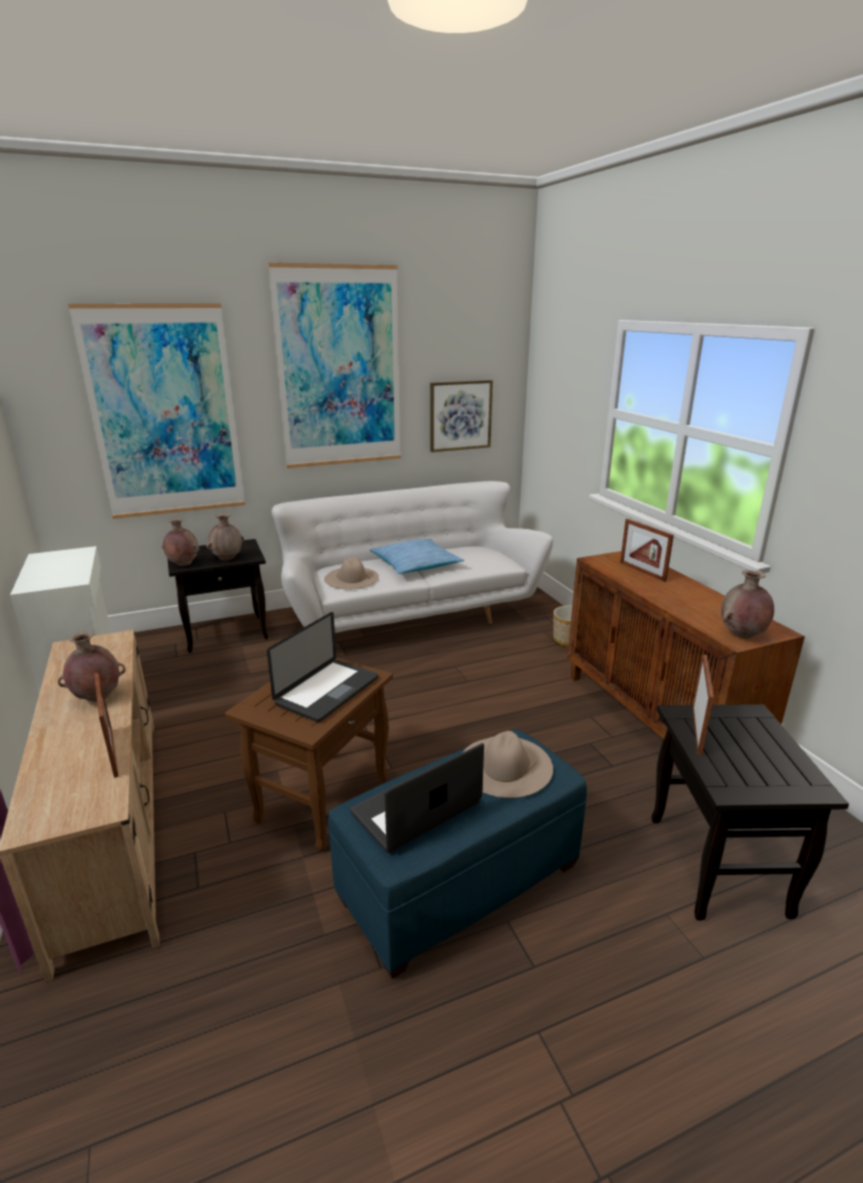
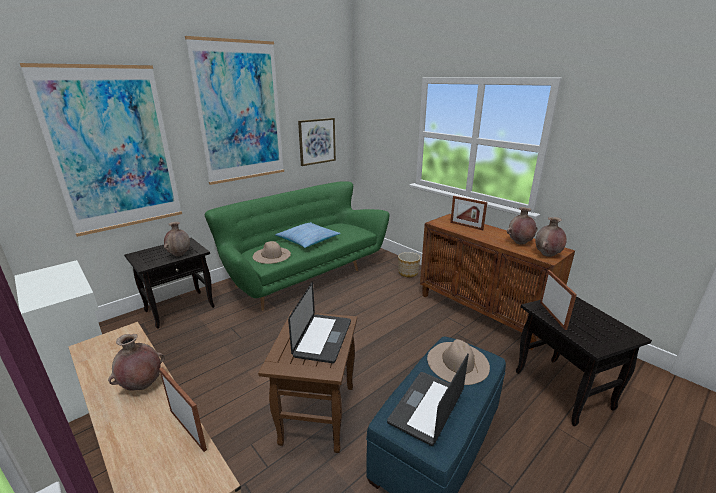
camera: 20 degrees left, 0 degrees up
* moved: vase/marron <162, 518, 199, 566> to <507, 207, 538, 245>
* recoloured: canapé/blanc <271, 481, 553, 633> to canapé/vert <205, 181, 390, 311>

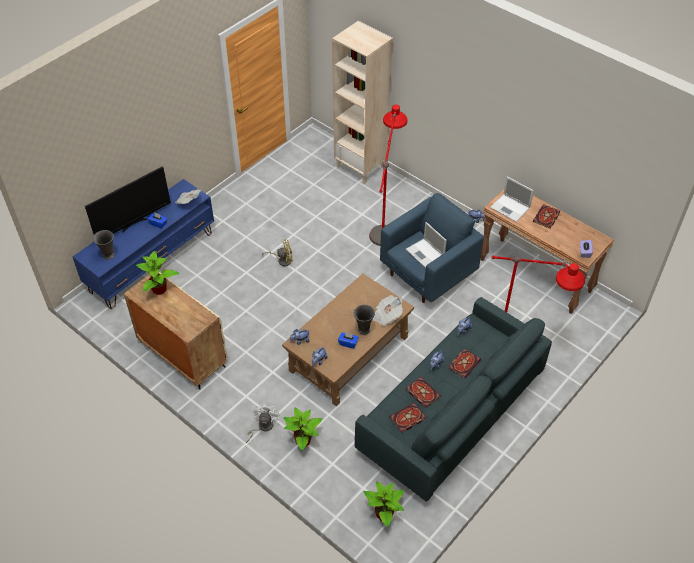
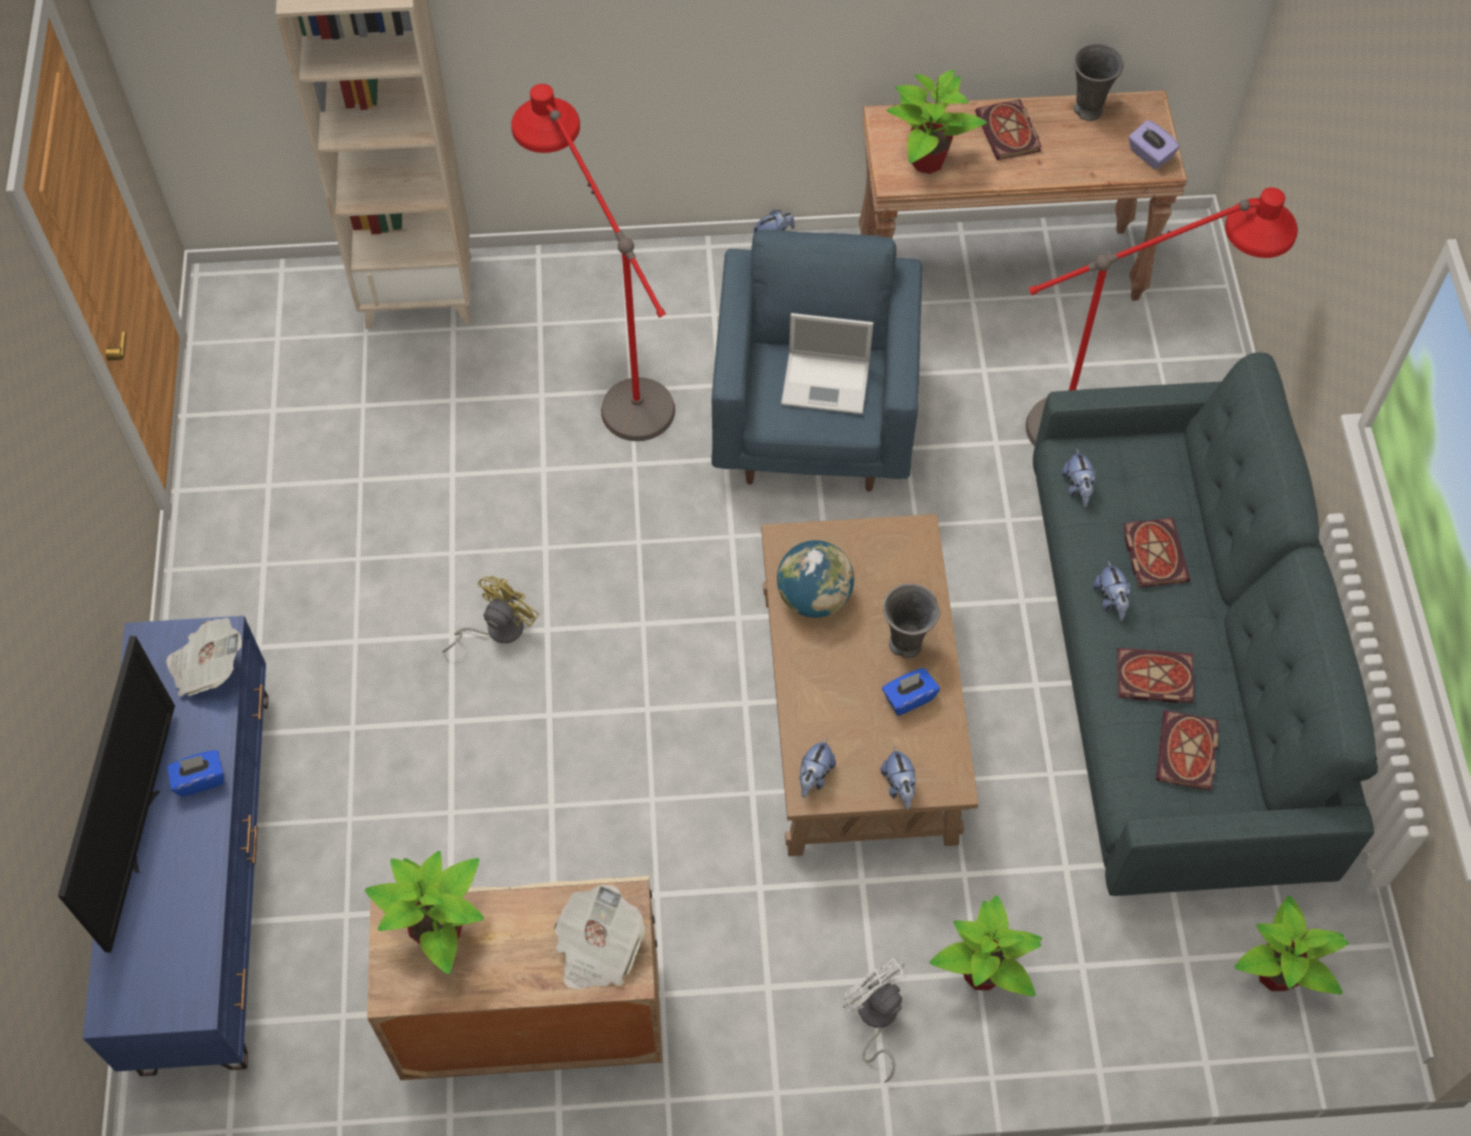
camera: 45 degrees left, 10 degrees up
* added: globe <777, 540, 854, 618>
* moved: vase/gris <93, 230, 115, 260> to <1073, 43, 1124, 121>
* moved: journal <373, 295, 403, 326> to <554, 884, 645, 989>
* replaced: ordinateur portable <490, 176, 534, 222> to plante en pot <886, 70, 987, 174>

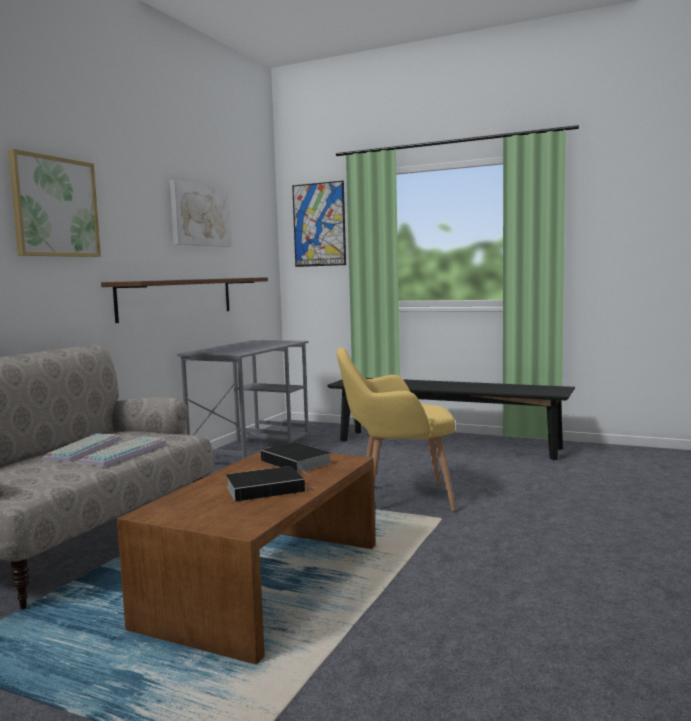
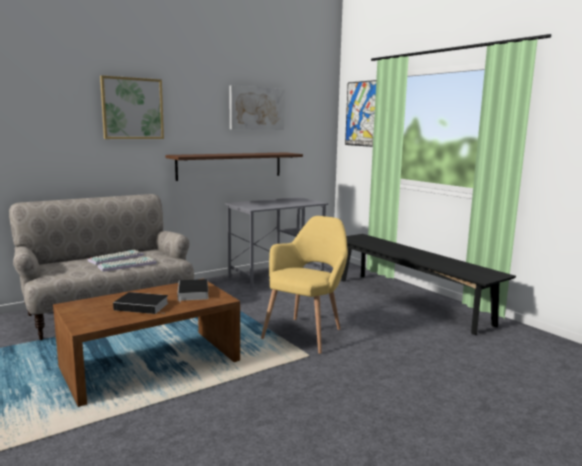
camera: 30 degrees right, 5 degrees up
* turned: fauteuil/jaune <337, 348, 456, 512> = <261, 216, 348, 354> 90 degrees clockwise

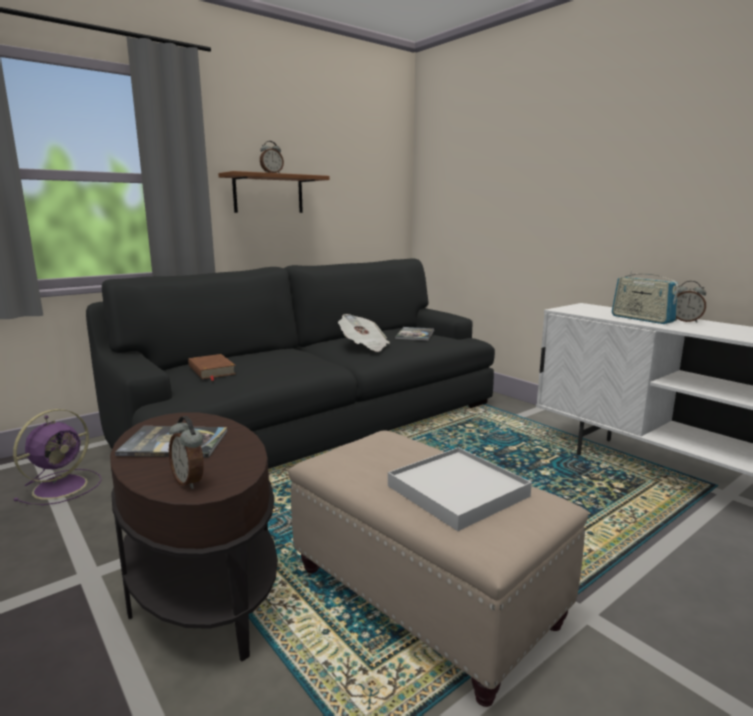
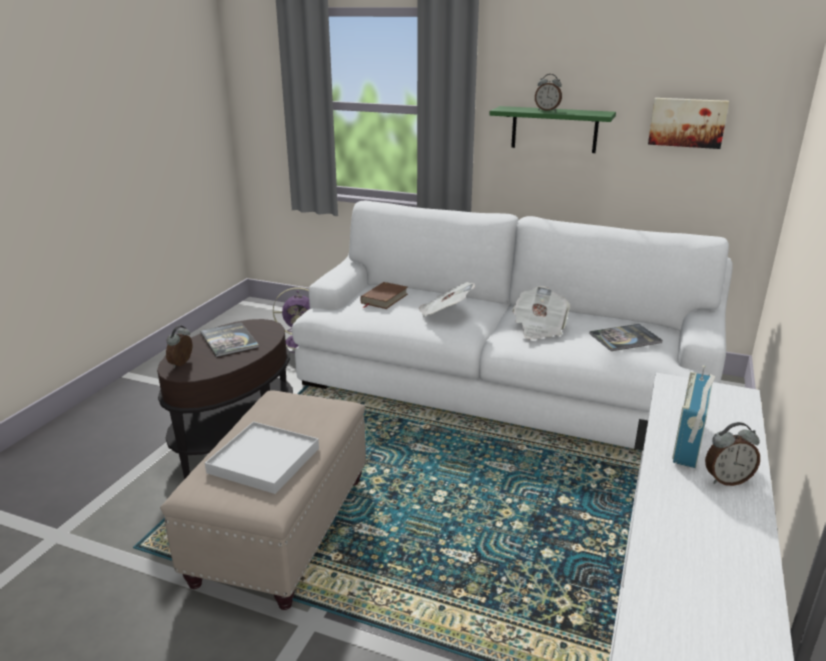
camera: 60 degrees right, 10 degrees up
* added: journal <419, 282, 475, 317>
* added: tableau <648, 98, 729, 149>
* recoloured: canapé/noir <86, 259, 495, 469> to canapé/blanc <292, 201, 733, 449>
* recoloured: étagère/marron <218, 171, 330, 213> to étagère/vert <489, 106, 616, 153>
* turned: réveil <675, 281, 706, 323> = <705, 422, 760, 486> 90 degrees counterclockwise

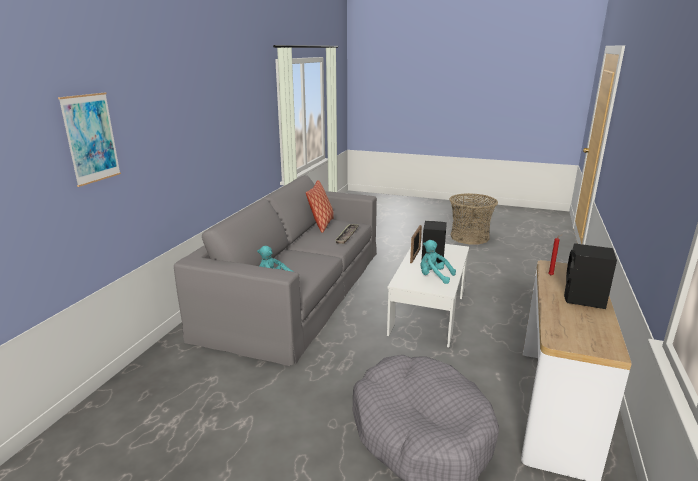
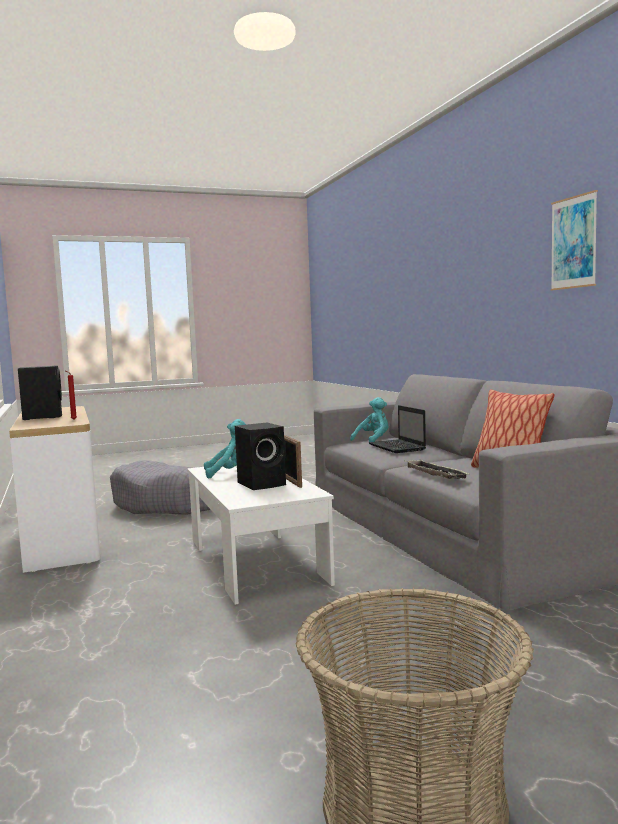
camera: 140 degrees right, 15 degrees down
* added: ordinateur portable <369, 405, 426, 453>
* moved: tableau <58, 93, 121, 187> to <551, 190, 598, 291>

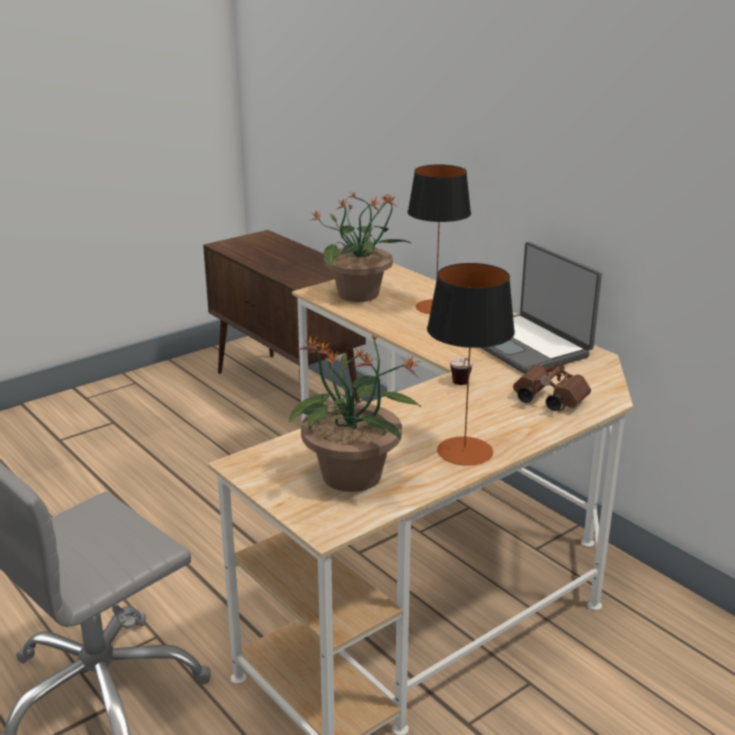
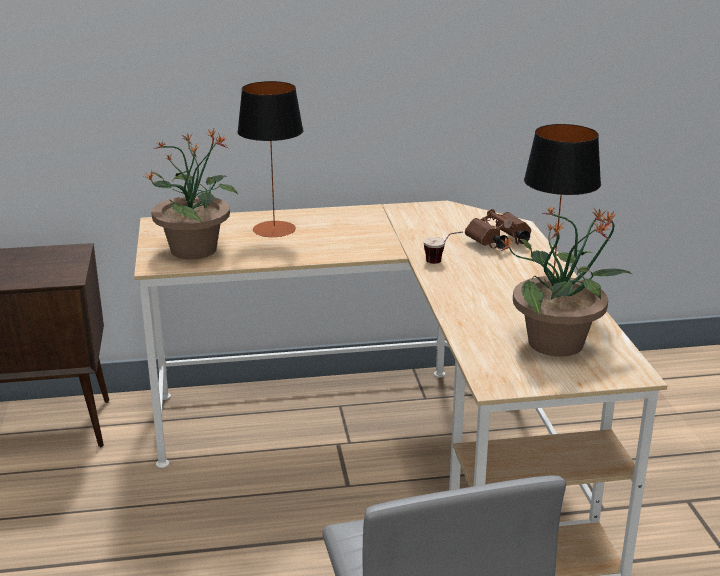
camera: 60 degrees left, 0 degrees up
* removed: ordinateur portable <482, 242, 602, 374>

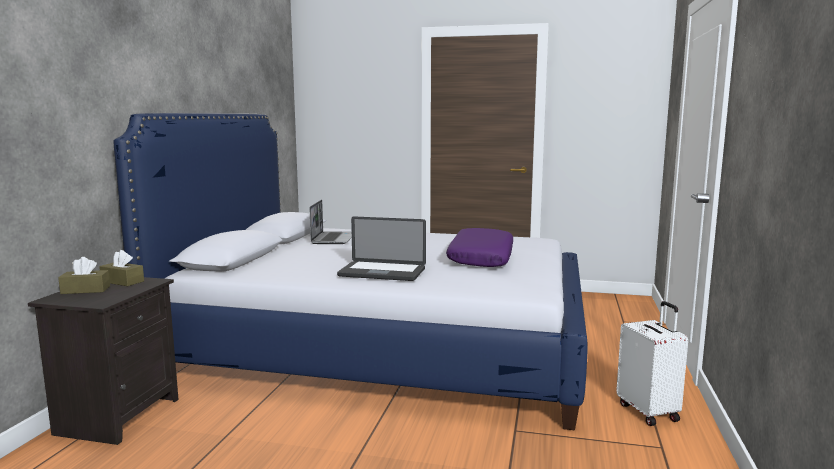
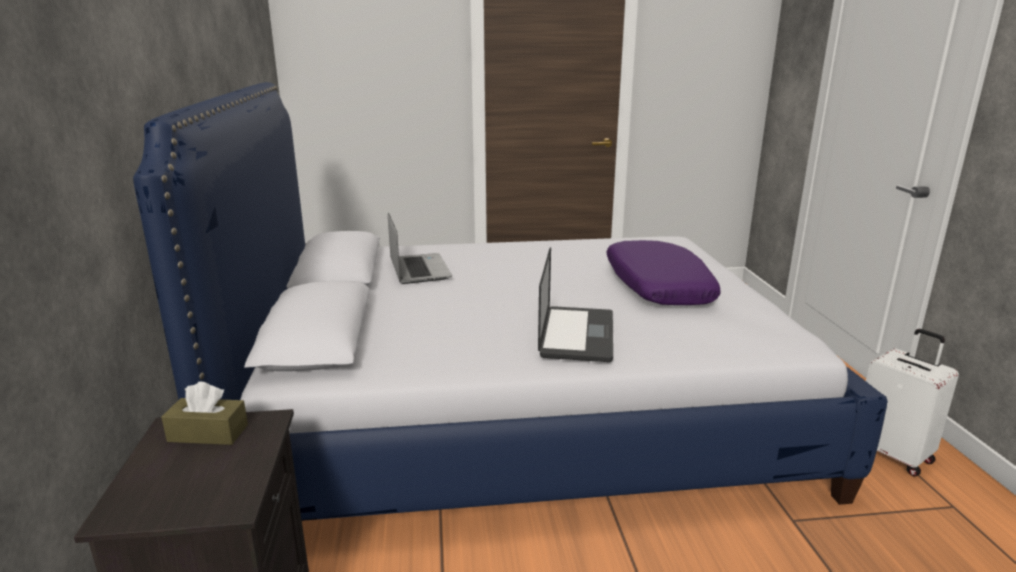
camera: 20 degrees left, 10 degrees up
* removed: boîte à mouchoirs/marron <58, 257, 110, 294>
* turned: ordinateur portable <337, 216, 426, 281> = <538, 247, 613, 362> 75 degrees counterclockwise

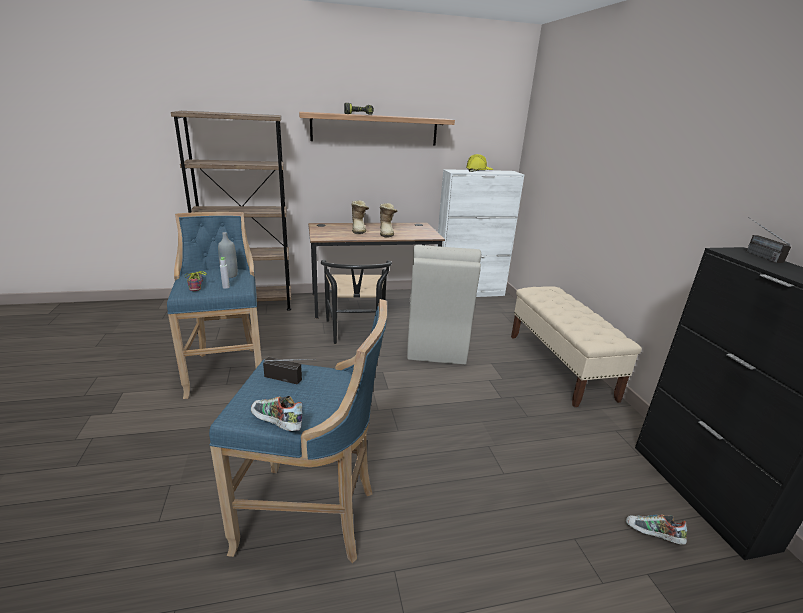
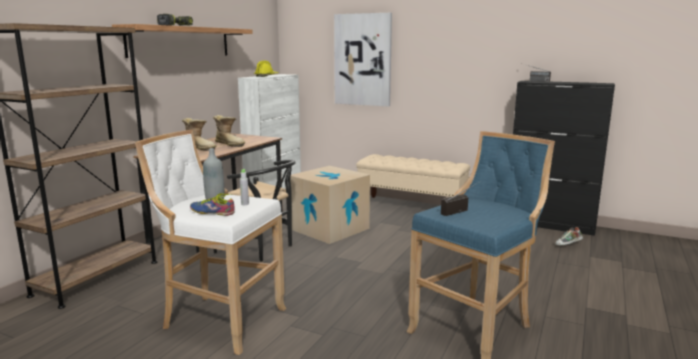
camera: 50 degrees left, 10 degrees down
* removed: chaussure <251, 396, 303, 431>
* added: tableau <334, 13, 392, 106>
* replaced: chaise/beige <407, 245, 482, 365> to carton <290, 166, 370, 244>
* recoloured: tabouret/bleu <167, 212, 262, 399> to tabouret/blanc <135, 130, 286, 355>

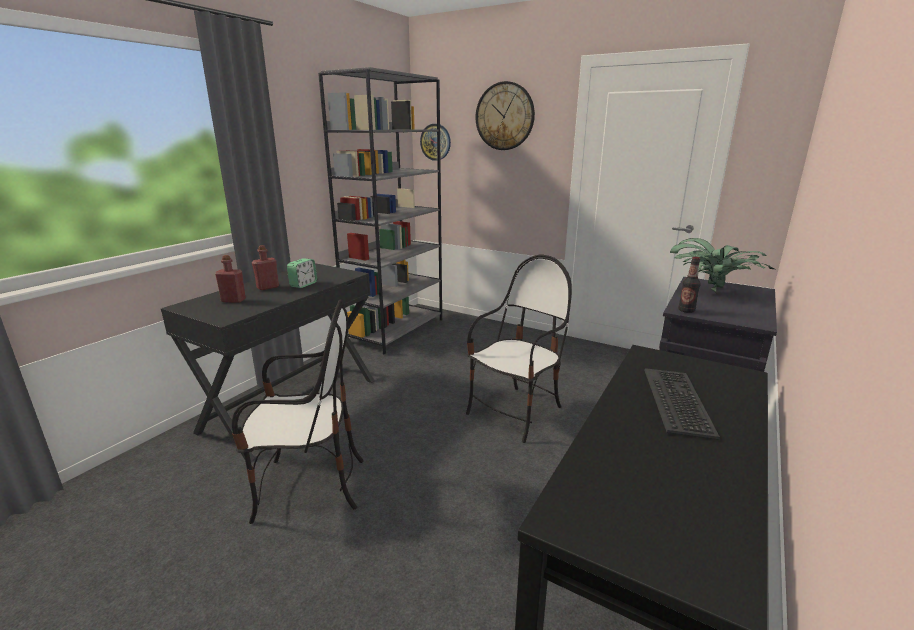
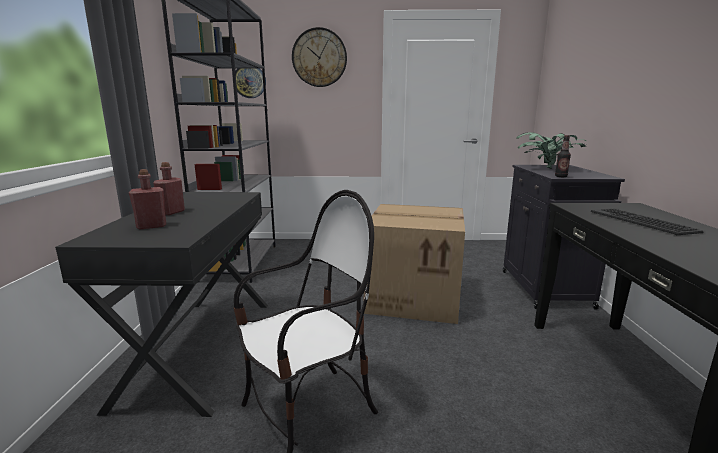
camera: 30 degrees left, 5 degrees down
* removed: réveil <287, 258, 317, 288>
* replaced: chaise <466, 255, 572, 443> to carton <364, 204, 465, 324>

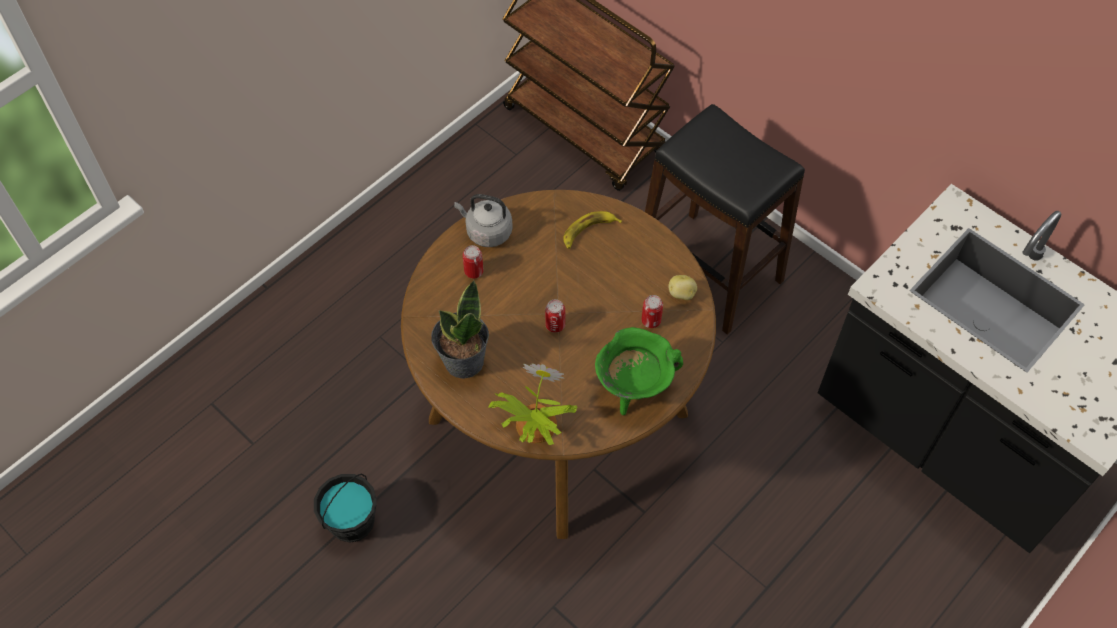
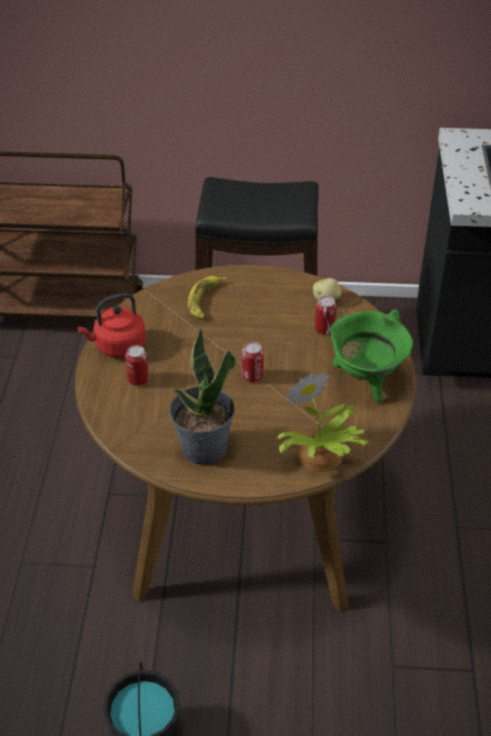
camera: 40 degrees left, 15 degrees down
* recoloured: bouilloire/gris <454, 194, 513, 247> to bouilloire/rouge <77, 293, 146, 357>

